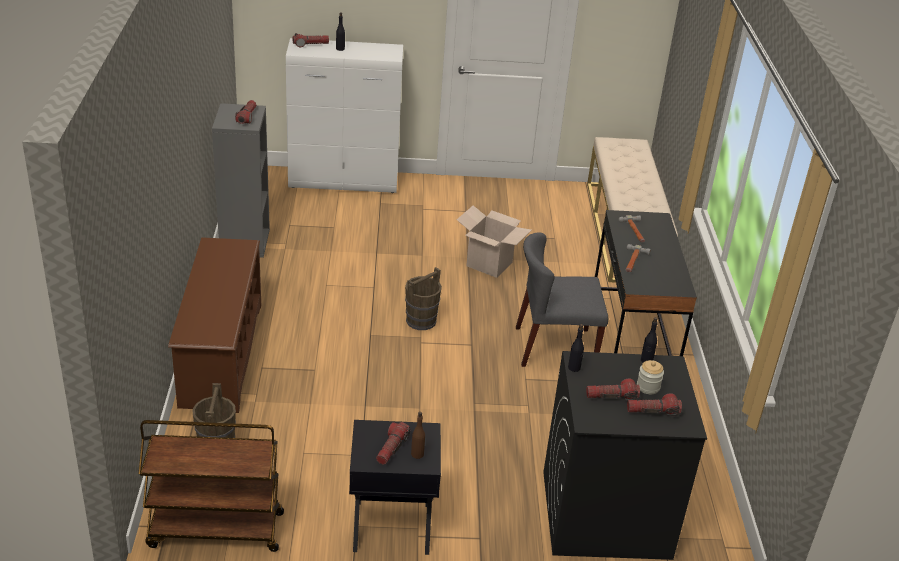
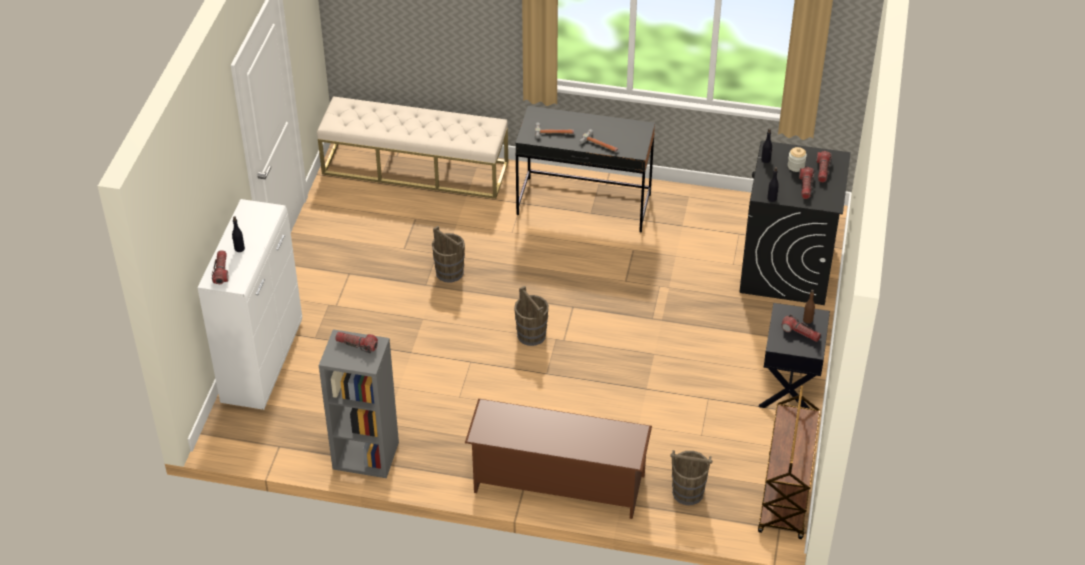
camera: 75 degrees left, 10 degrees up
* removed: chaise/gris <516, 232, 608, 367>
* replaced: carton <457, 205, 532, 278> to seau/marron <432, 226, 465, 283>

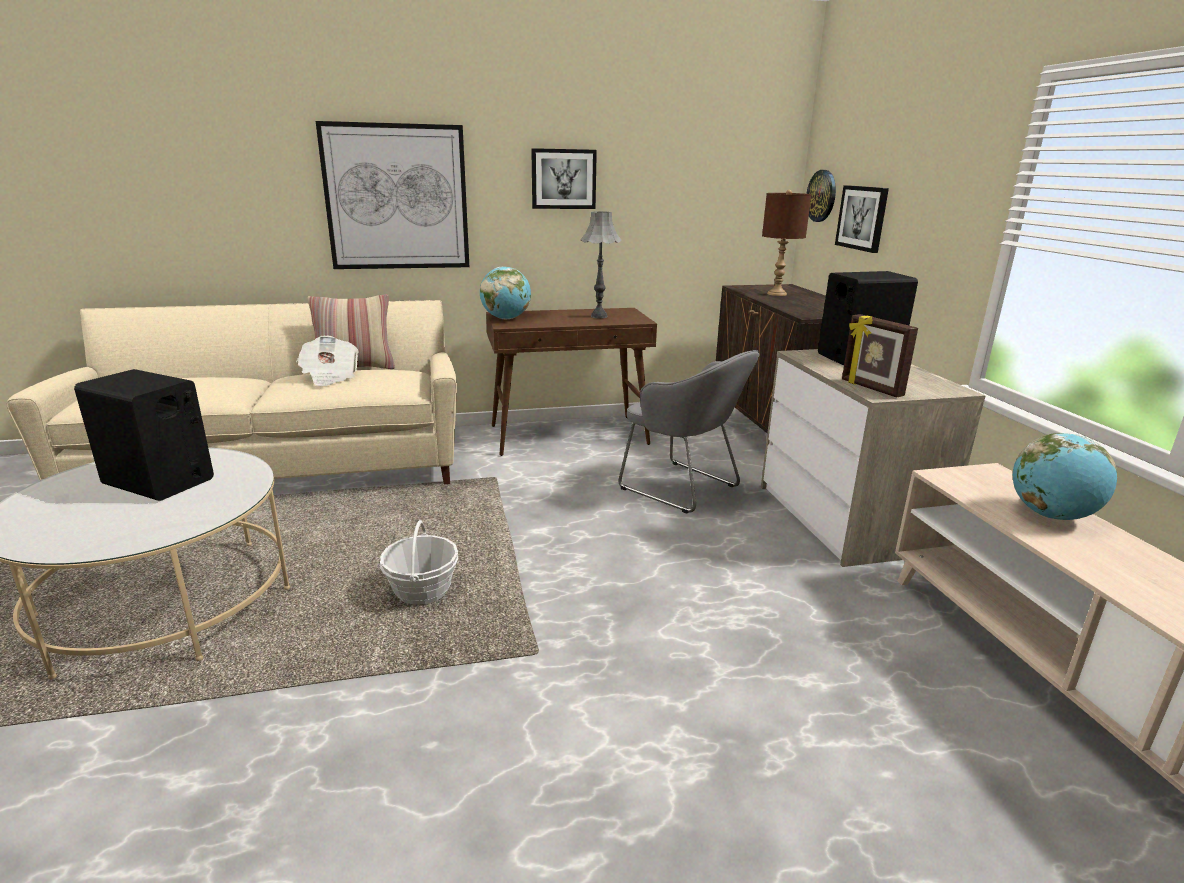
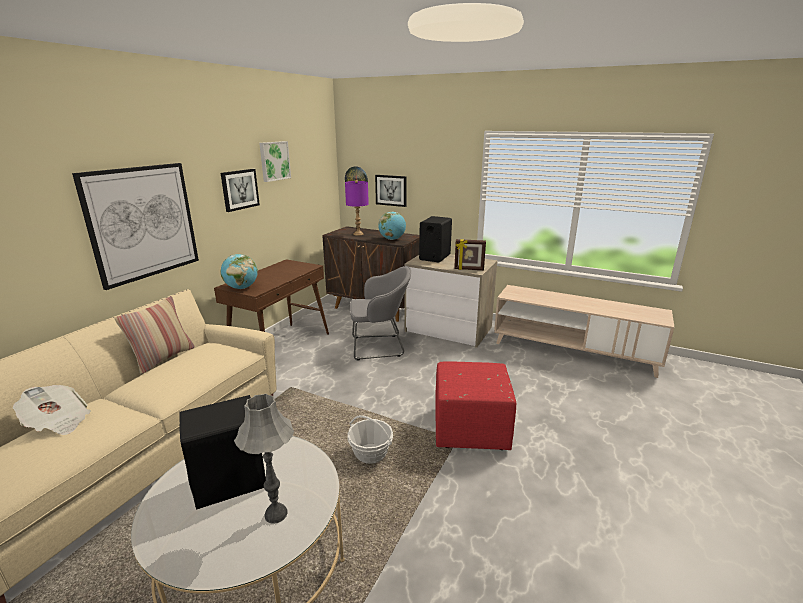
camera: 50 degrees left, 0 degrees up
* added: tableau <259, 141, 291, 182>
* added: pouf/rouge <435, 362, 516, 450>
* moved: journal <297, 336, 359, 386> to <13, 385, 91, 435>
* moved: lampe de table/gris <581, 211, 621, 319> to <234, 394, 294, 524>
* moved: globe <1013, 433, 1117, 520> to <378, 211, 406, 240>
* recoloured: lampe de table/marron <762, 190, 812, 296> to lampe de table/violet <345, 180, 369, 236>

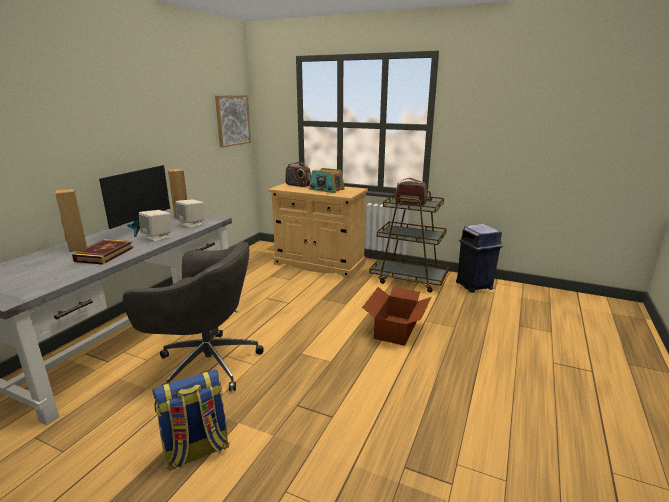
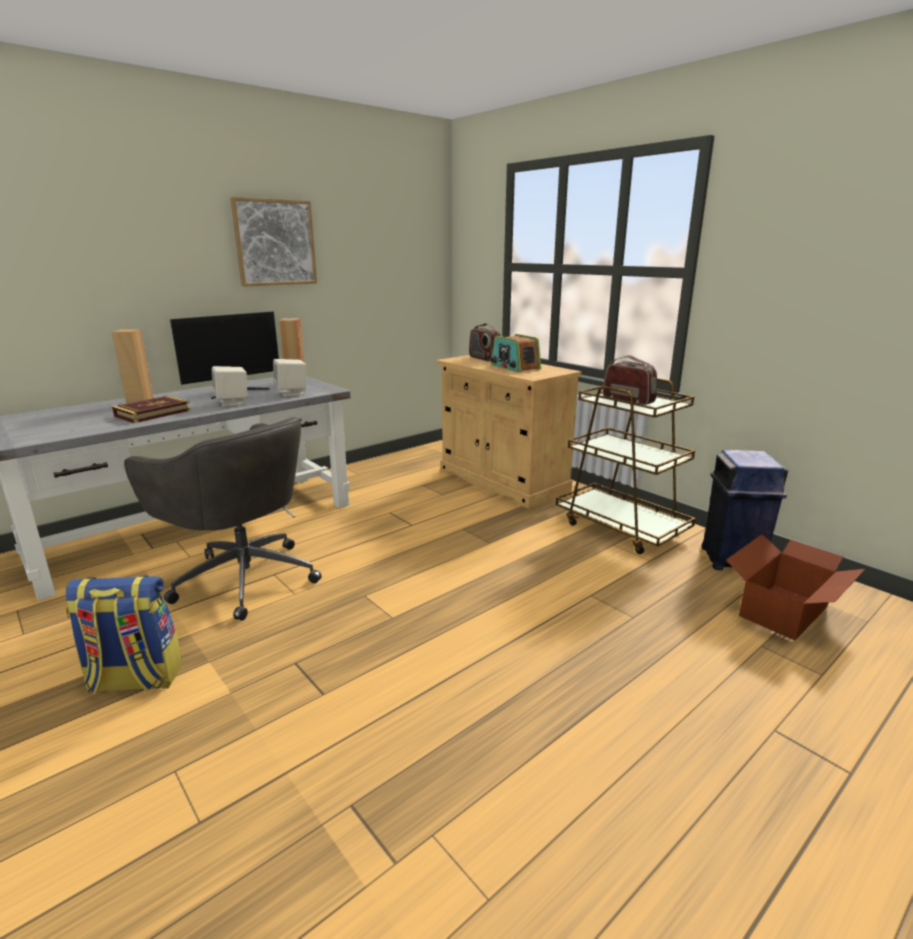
camera: 25 degrees right, 0 degrees up
* moved: tableau <215, 95, 251, 148> to <230, 197, 317, 287>
* moved: carton <362, 287, 432, 346> to <726, 534, 865, 641>

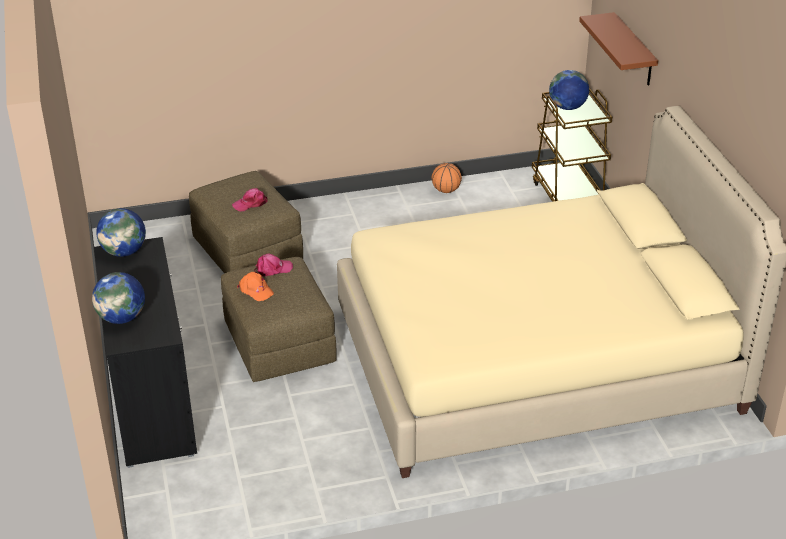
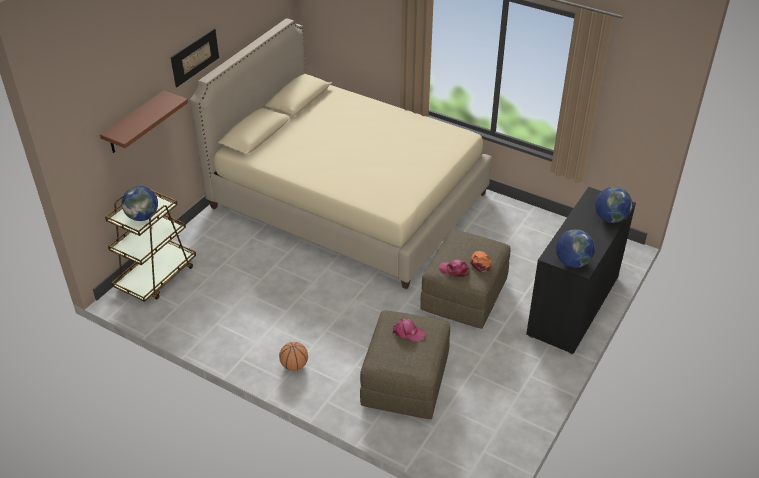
camera: 135 degrees left, 5 degrees up
* added: tableau <171, 28, 219, 87>
* moved: ballon de basket <432, 163, 462, 193> to <279, 342, 308, 371>

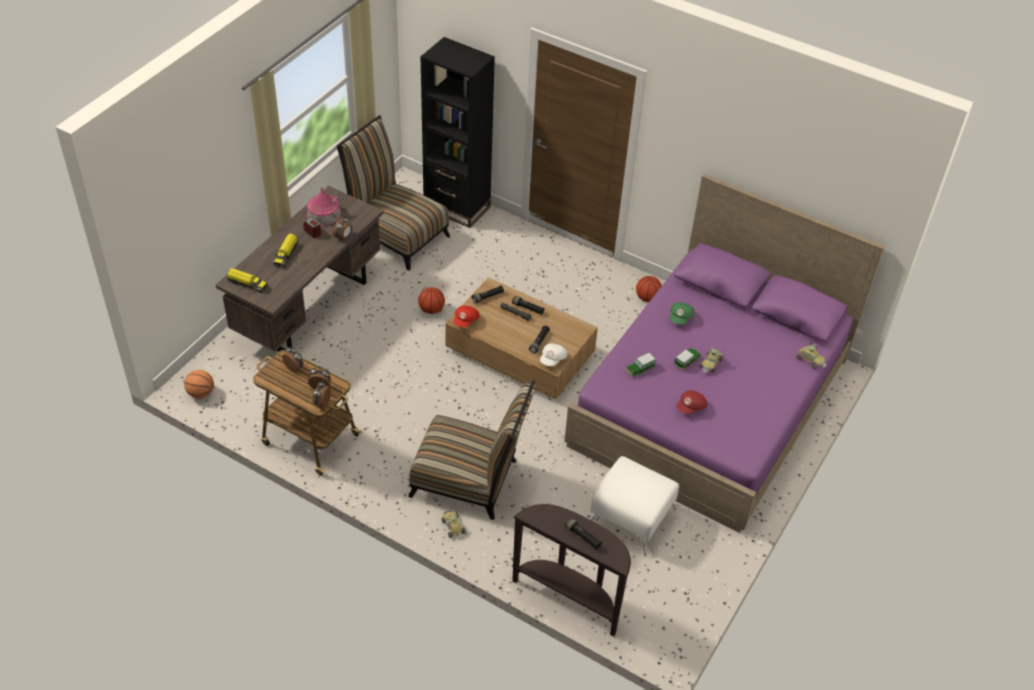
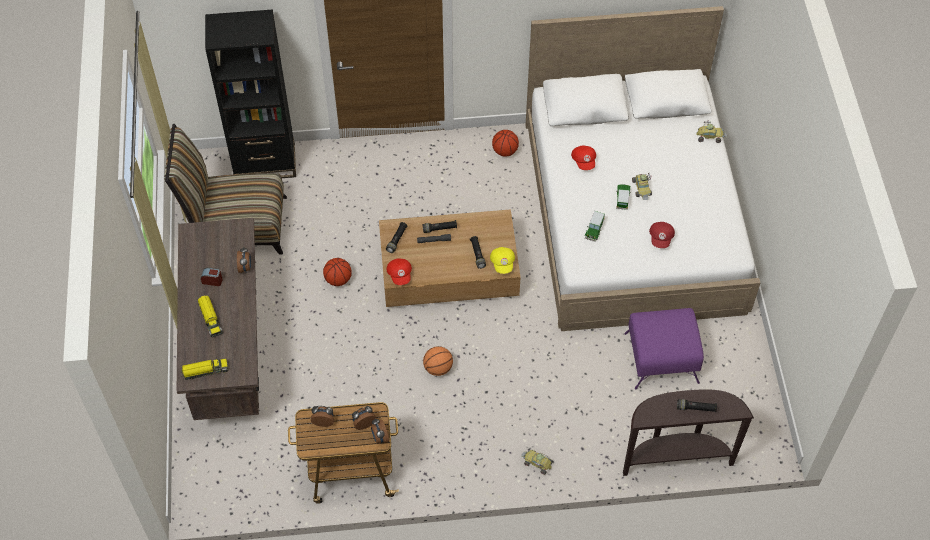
camera: 35 degrees left, 10 degrees up
* removed: maison miniature <307, 187, 341, 226>
* removed: chaise <408, 380, 536, 520>
* moved: ballon de basket <184, 370, 214, 399> to <423, 346, 453, 376>
* recoloured: casquette/blanc <540, 343, 567, 366> to casquette/jaune <490, 247, 515, 274>
* recoloured: lit/violet <564, 174, 885, 533> to lit/blanc <526, 6, 760, 331>
* recoloured: pouf/blanc <590, 456, 679, 557> to pouf/violet <624, 308, 704, 389>
* recoloured: casquette/vert <669, 302, 695, 325> to casquette/rouge <571, 146, 596, 170>

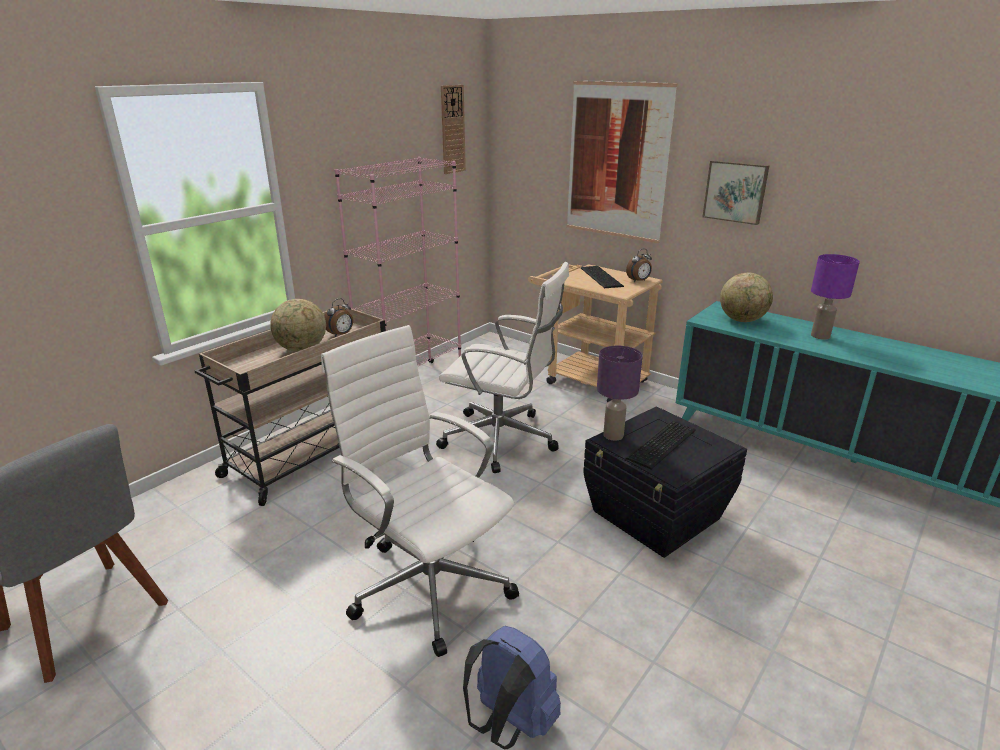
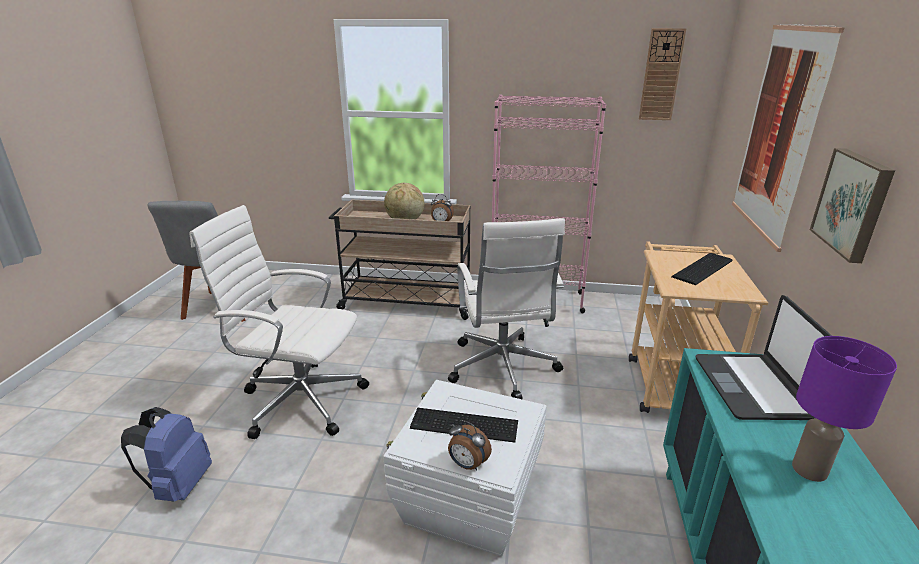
camera: 60 degrees right, 0 degrees up
* removed: lampe de table/violet <597, 346, 643, 441>
* moved: réveil <626, 249, 652, 282> to <448, 420, 492, 471>
* replaced: globe <720, 273, 773, 322> to ordinateur portable <696, 295, 832, 420>
* recoloured: boîte de rangement/noir <583, 406, 747, 558> to boîte de rangement/blanc <383, 380, 547, 556>
* turned: chaise de bureau/blanc <321, 325, 519, 657> = <189, 205, 369, 439> 90 degrees counterclockwise

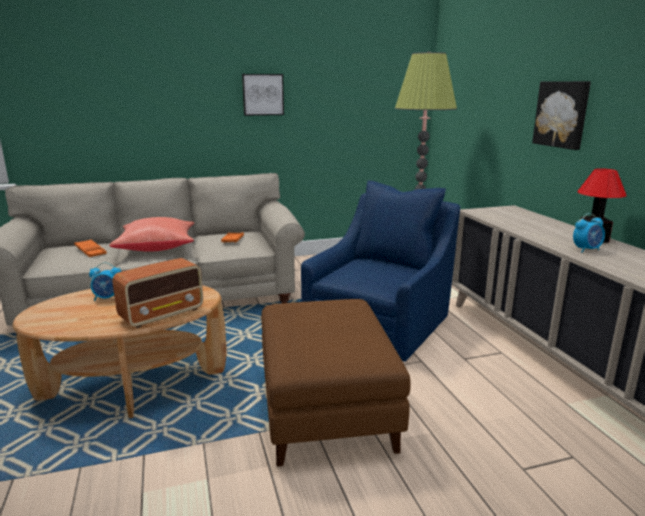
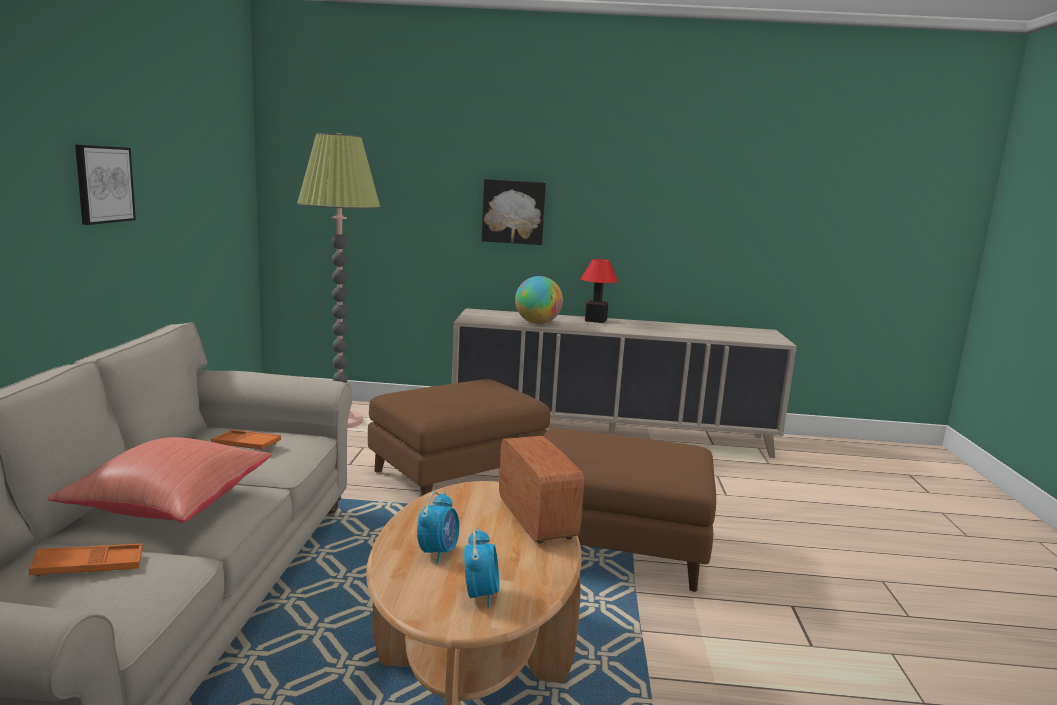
camera: 70 degrees left, 5 degrees down
* added: globe <515, 276, 563, 324>
* moved: réveil <573, 213, 605, 253> to <464, 529, 499, 608>
* replaced: fauteuil/bleu <301, 180, 461, 362> to pouf/marron <368, 379, 550, 496>

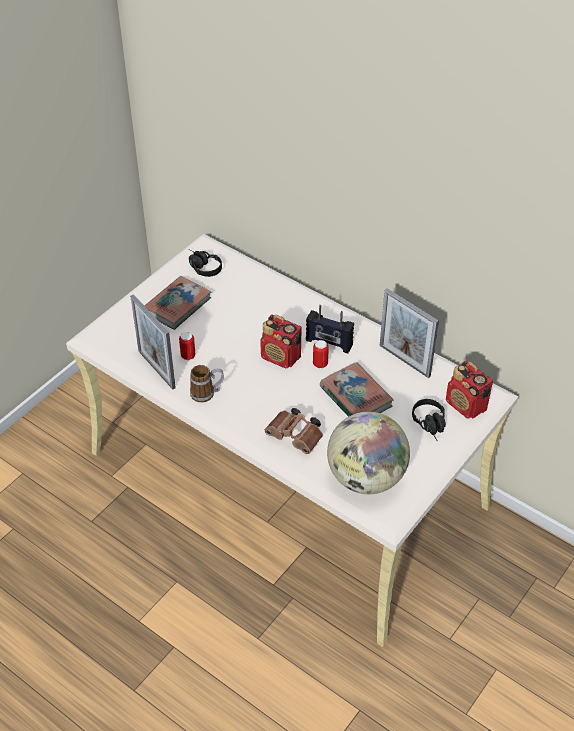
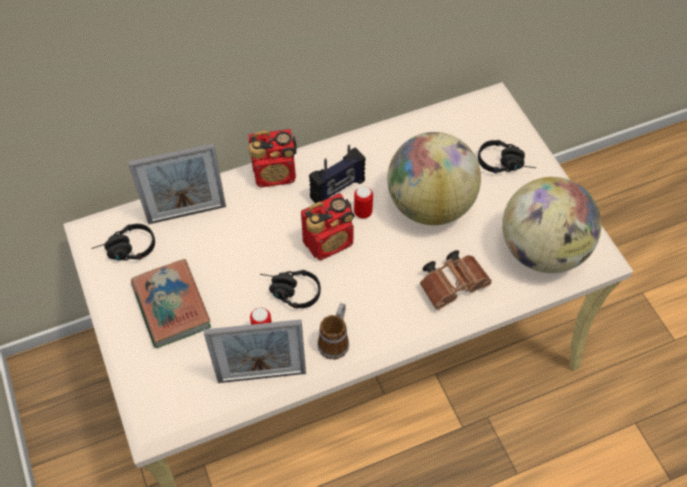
camera: 60 degrees left, 10 degrees up
* added: casque audio/noir <260, 270, 321, 309>
* moved: cadre photo <380, 288, 439, 378> to <128, 143, 226, 224>
* moved: radio <446, 360, 493, 419> to <248, 129, 297, 188>
* replaced: livre <320, 362, 394, 417> to globe <387, 132, 481, 225>

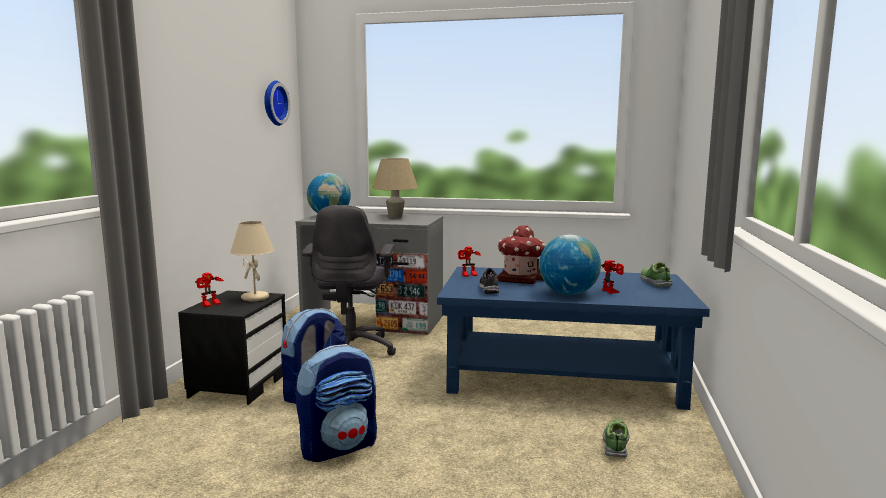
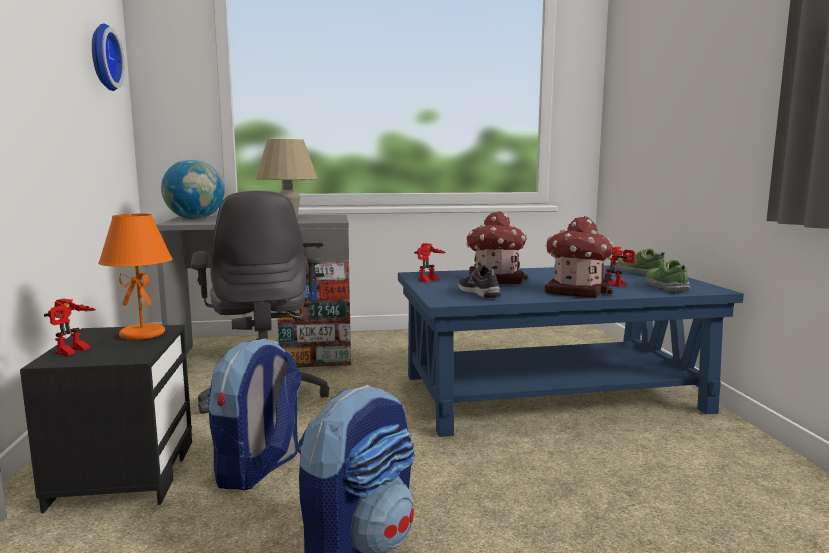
camera: 20 degrees left, 0 degrees up
* moved: chaussure <603, 419, 629, 458> to <645, 260, 691, 292>
* replaced: globe <539, 234, 601, 295> to maison miniature <545, 216, 614, 298>
* recoloured: lampe de table/beige <230, 221, 275, 301> to lampe de table/orange <98, 214, 173, 340>

